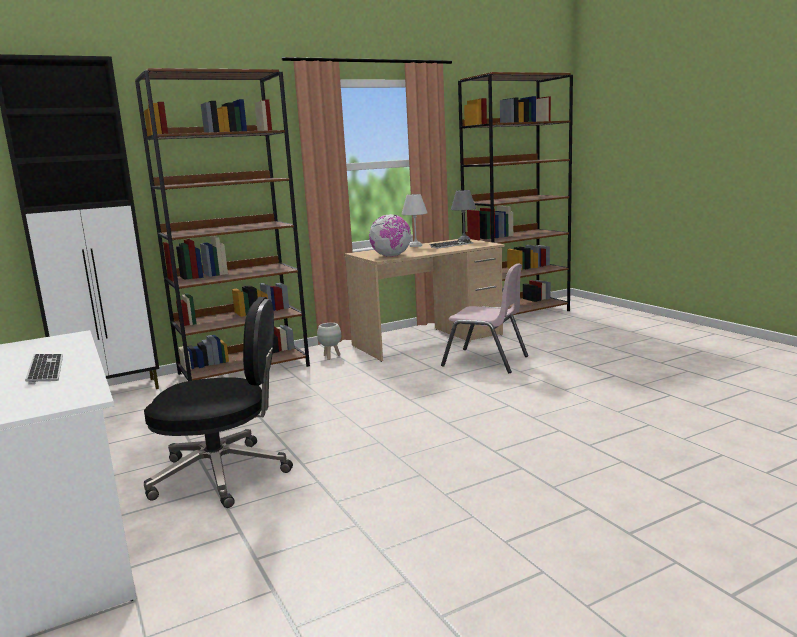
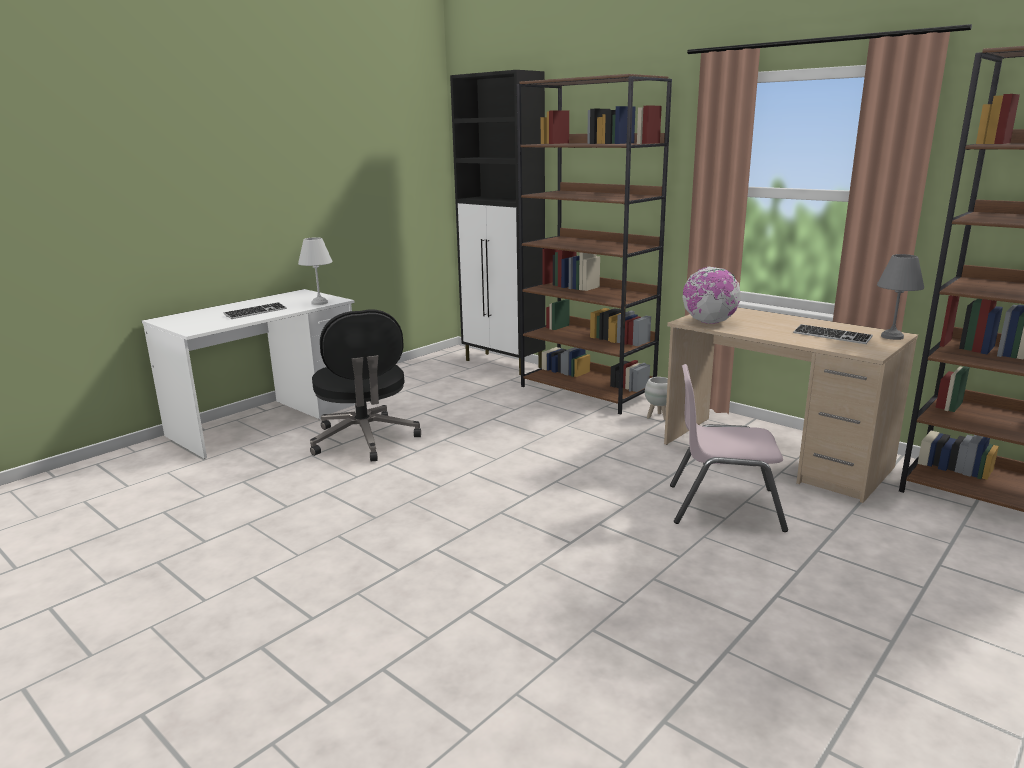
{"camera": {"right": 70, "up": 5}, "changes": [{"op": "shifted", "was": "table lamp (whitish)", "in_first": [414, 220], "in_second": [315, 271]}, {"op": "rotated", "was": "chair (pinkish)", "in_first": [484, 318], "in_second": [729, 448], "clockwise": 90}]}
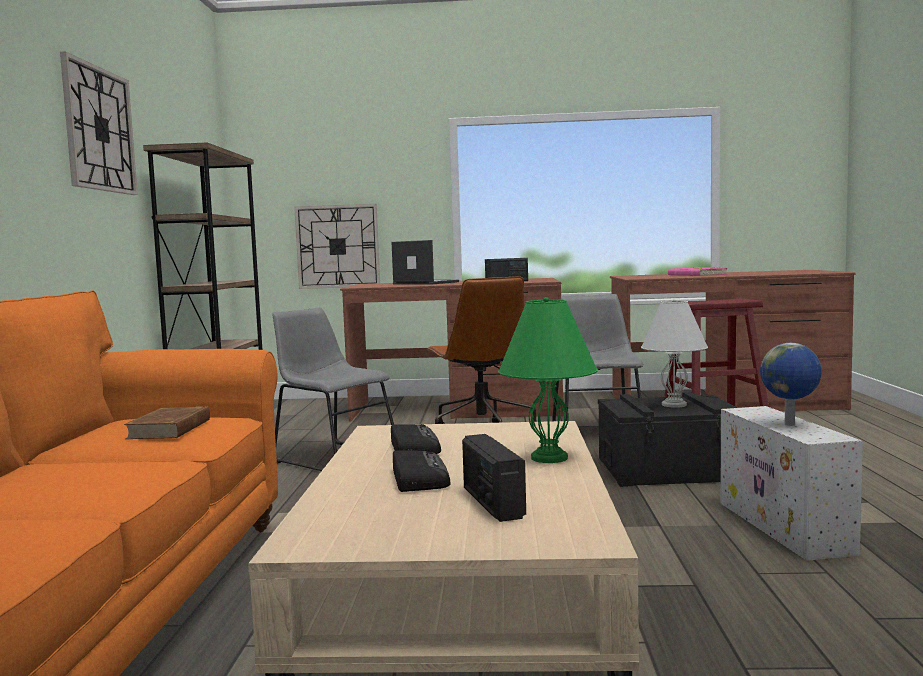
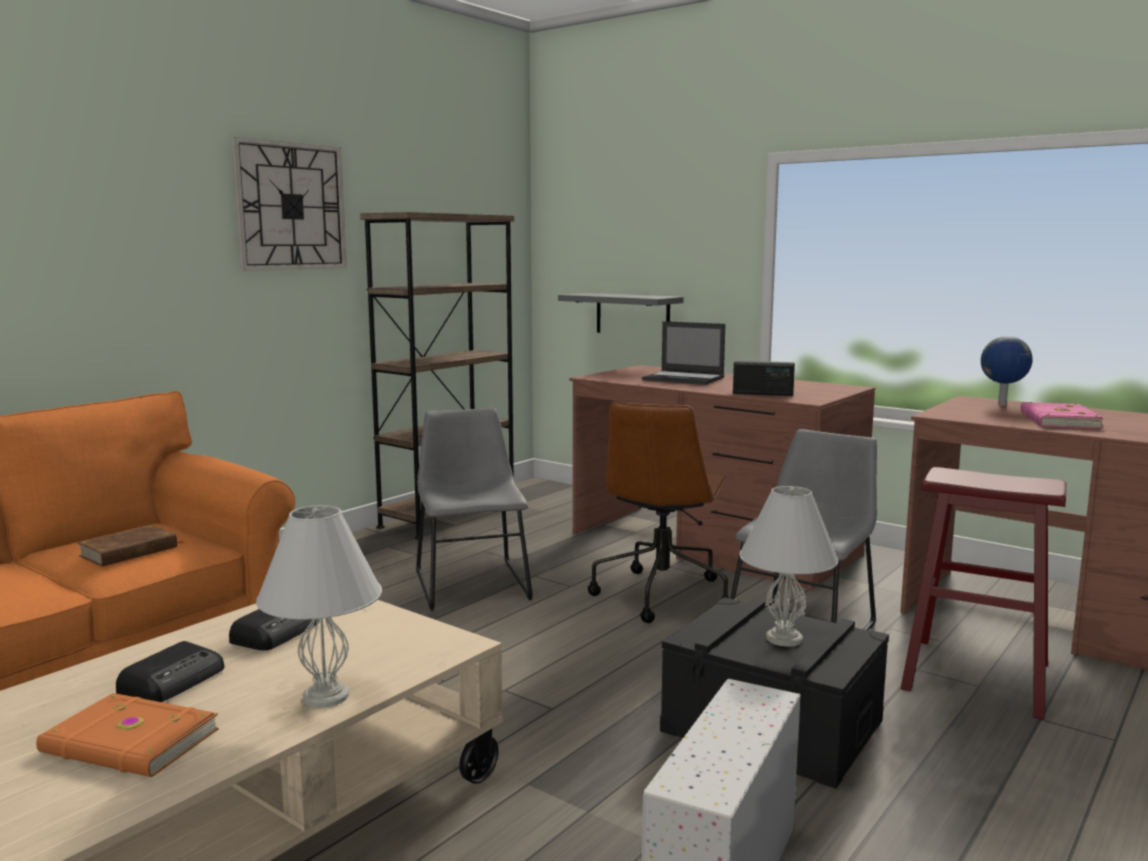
{"camera": {"right": 35, "up": 5}, "changes": [{"op": "swapped", "was": "radio", "now": "book (orangey)", "in_first": [494, 478], "in_second": [127, 735]}, {"op": "repainted", "was": "table lamp (green-coloured)", "now": "table lamp (whitish)", "in_first": [548, 380], "in_second": [319, 606]}, {"op": "swapped", "was": "wall clock", "now": "bracket shelf (gray)", "in_first": [337, 246], "in_second": [621, 313]}, {"op": "rotated", "was": "laptop", "in_first": [425, 262], "in_second": [684, 353], "clockwise": 135}, {"op": "shifted", "was": "desk globe", "in_first": [791, 384], "in_second": [1007, 371]}]}
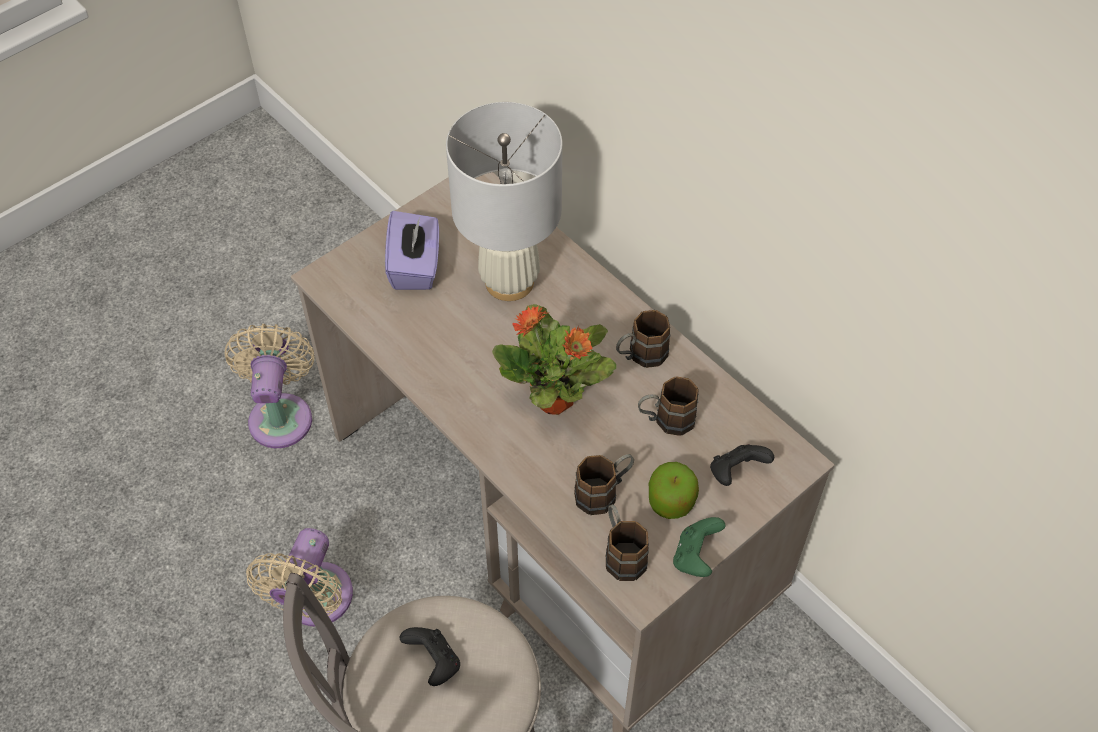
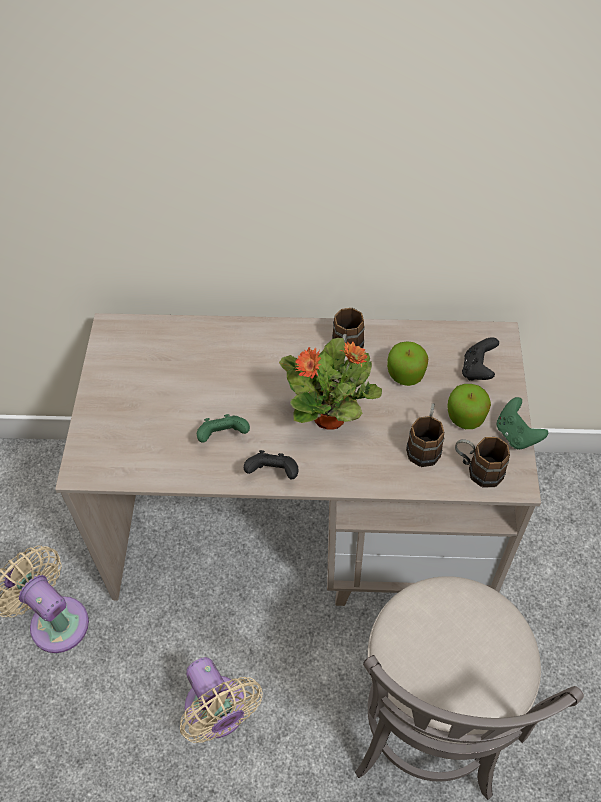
{"camera": {"right": -45, "up": 0}, "changes": [{"op": "new", "now": "gamepad (green-coloured)", "in_second": [223, 428]}, {"op": "shifted", "was": "gamepad (black-coloured)", "in_first": [430, 656], "in_second": [271, 464]}, {"op": "swapped", "was": "mug (brownish)", "now": "apple fruit", "in_first": [668, 406], "in_second": [407, 364]}, {"op": "gone", "was": "tissue box (purple-coloured)", "in_first": [412, 250]}, {"op": "gone", "was": "table lamp (whitish)", "in_first": [504, 201]}]}
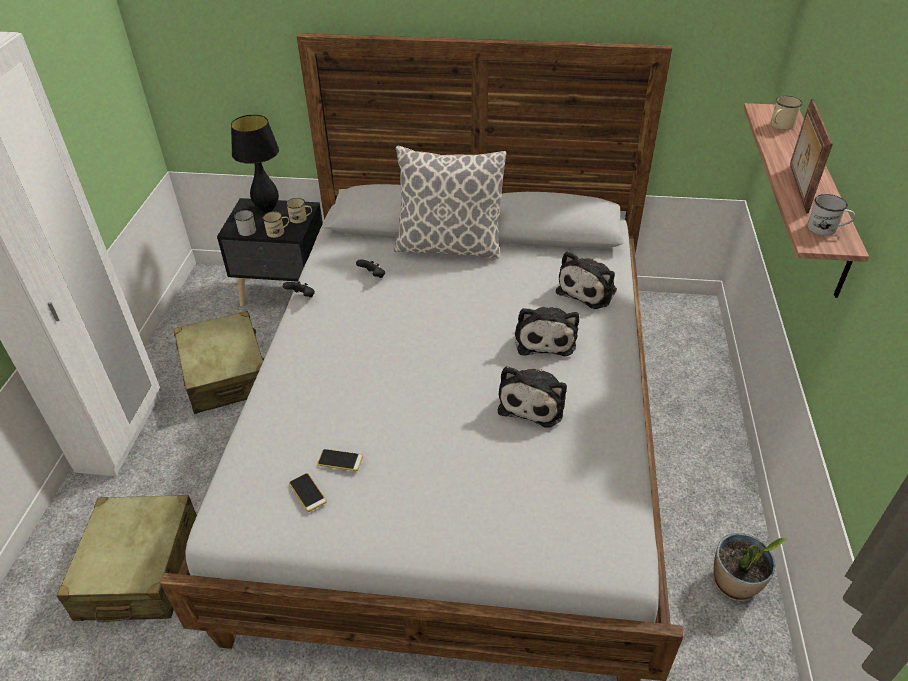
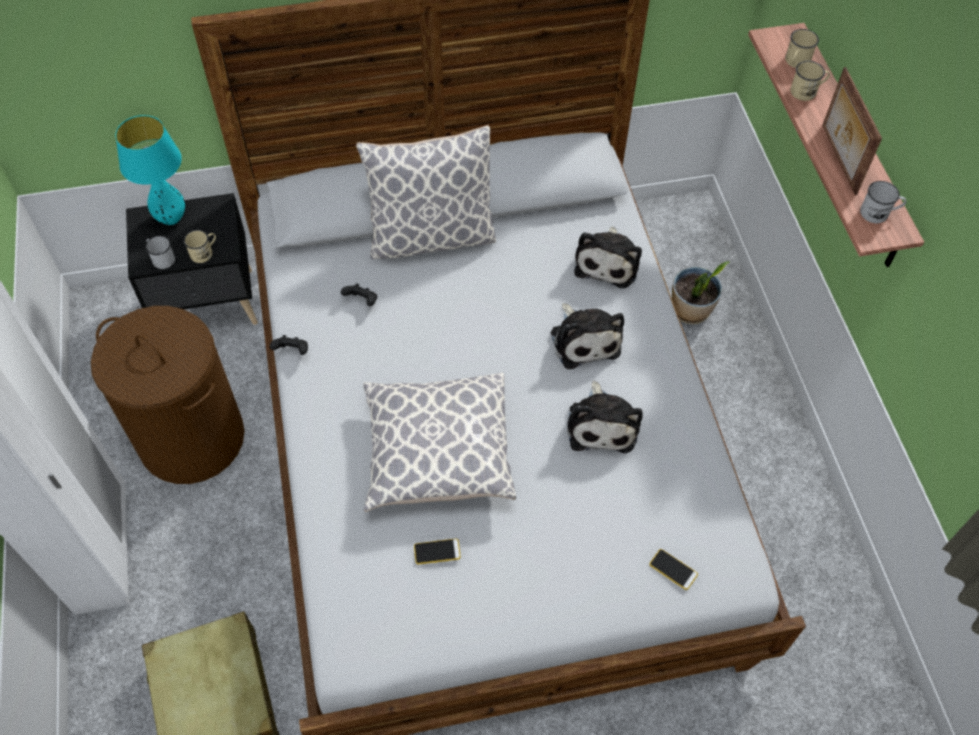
{"camera": {"right": -20, "up": 15}, "changes": [{"op": "swapped", "was": "travel case (sand-coloured)", "now": "hamper (brownish)", "in_first": [219, 362], "in_second": [168, 395]}, {"op": "repainted", "was": "table lamp (black-coloured)", "now": "table lamp (turquoise-coloured)", "in_first": [255, 163], "in_second": [150, 170]}, {"op": "new", "now": "pillow", "in_second": [439, 442]}, {"op": "shifted", "was": "phone", "in_first": [308, 492], "in_second": [673, 569]}, {"op": "shifted", "was": "houseplant", "in_first": [751, 567], "in_second": [700, 292]}, {"op": "shifted", "was": "mug (sand-coloured)", "in_first": [299, 210], "in_second": [810, 81]}]}
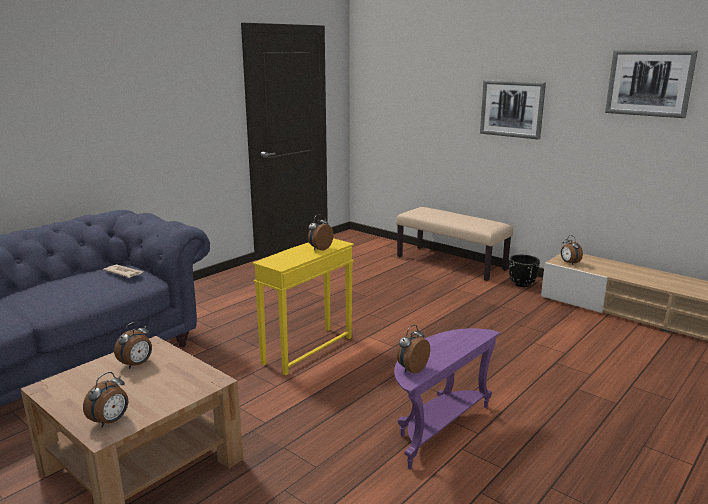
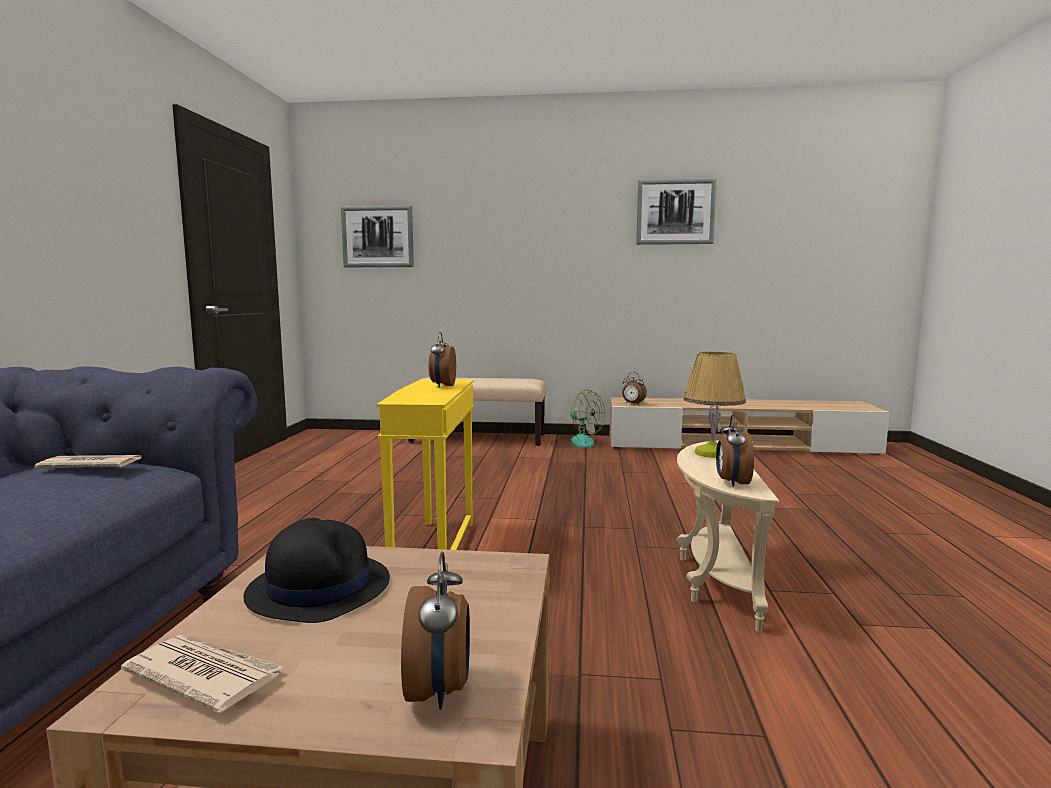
{"camera": {"right": -35, "up": -10}, "changes": [{"op": "new", "now": "newspaper", "in_second": [202, 674]}, {"op": "swapped", "was": "bedside clock", "now": "clothing hat (black-coloured)", "in_first": [133, 345], "in_second": [316, 570]}, {"op": "shifted", "was": "wall art", "in_first": [513, 110], "in_second": [377, 236]}, {"op": "swapped", "was": "planter (black-coloured)", "now": "cooling fan", "in_first": [524, 271], "in_second": [578, 419]}, {"op": "repainted", "was": "side table (purple-coloured)", "now": "side table (sand-coloured)", "in_first": [447, 398], "in_second": [728, 536]}, {"op": "new", "now": "table lamp", "in_second": [714, 404]}]}
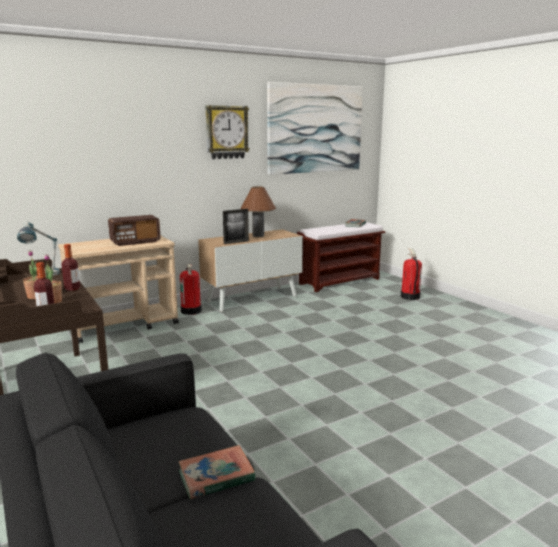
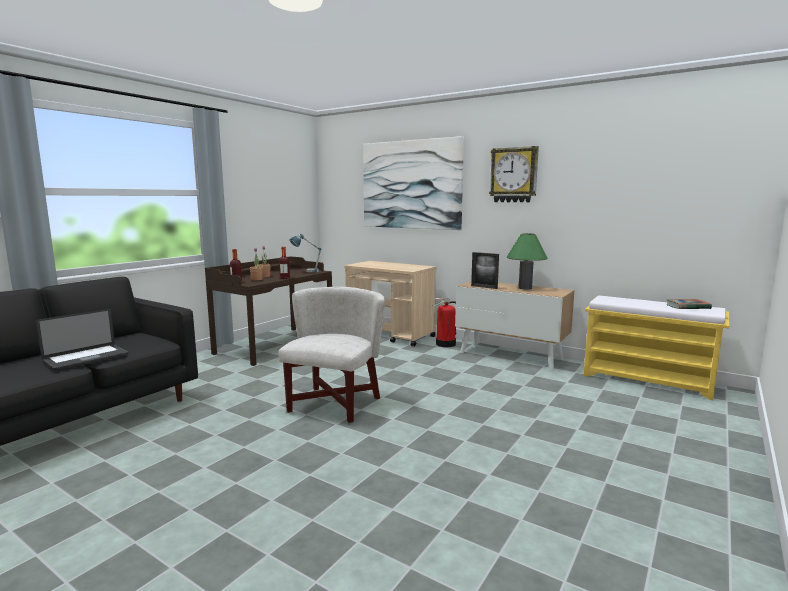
{"camera": {"right": 65, "up": -5}, "changes": [{"op": "swapped", "was": "book", "now": "laptop", "in_first": [216, 472], "in_second": [82, 340]}, {"op": "new", "now": "armchair (whitish)", "in_second": [331, 355]}, {"op": "shifted", "was": "wall art", "in_first": [315, 128], "in_second": [413, 183]}, {"op": "repainted", "was": "table lamp (brownish)", "now": "table lamp (green-coloured)", "in_first": [258, 211], "in_second": [527, 261]}, {"op": "repainted", "was": "long seat (brownish)", "now": "long seat (yellow)", "in_first": [341, 257], "in_second": [656, 347]}, {"op": "gone", "was": "radio", "in_first": [134, 230]}, {"op": "gone", "was": "extinguisher", "in_first": [411, 274]}]}
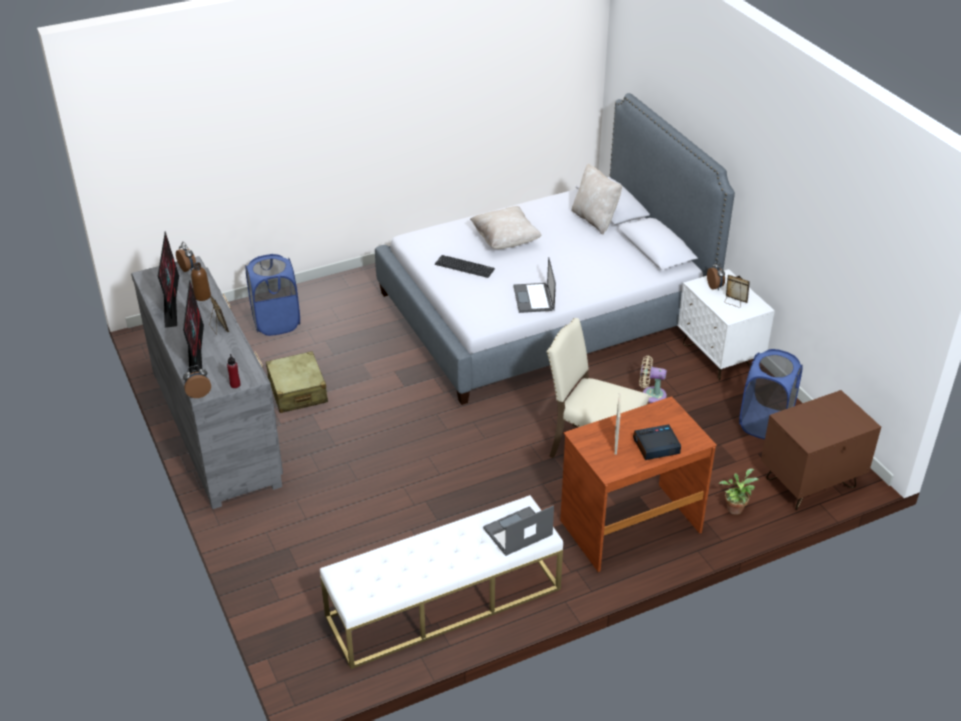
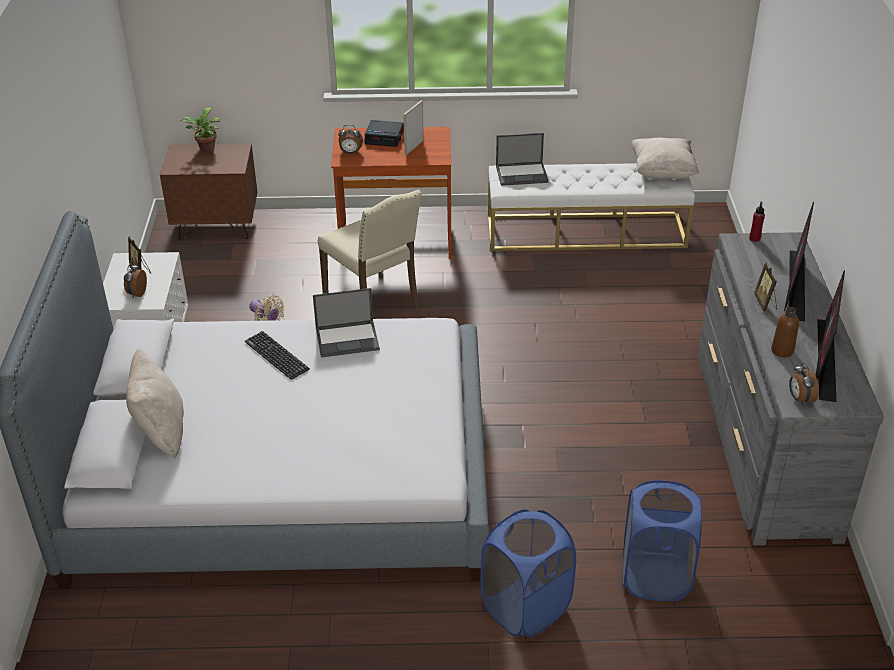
{"camera": {"right": -155, "up": 0}, "changes": [{"op": "shifted", "was": "houseplant", "in_first": [738, 491], "in_second": [200, 129]}, {"op": "shifted", "was": "PC keyboard", "in_first": [465, 266], "in_second": [277, 355]}, {"op": "rotated", "was": "laptop", "in_first": [534, 285], "in_second": [346, 323], "clockwise": 60}, {"op": "shifted", "was": "bedside clock", "in_first": [197, 382], "in_second": [350, 139]}, {"op": "shifted", "was": "hamper (bluish)", "in_first": [771, 394], "in_second": [528, 573]}, {"op": "shifted", "was": "pillow (sand-coloured)", "in_first": [506, 227], "in_second": [665, 158]}, {"op": "gone", "was": "travel case (sand-coloured)", "in_first": [297, 382]}]}
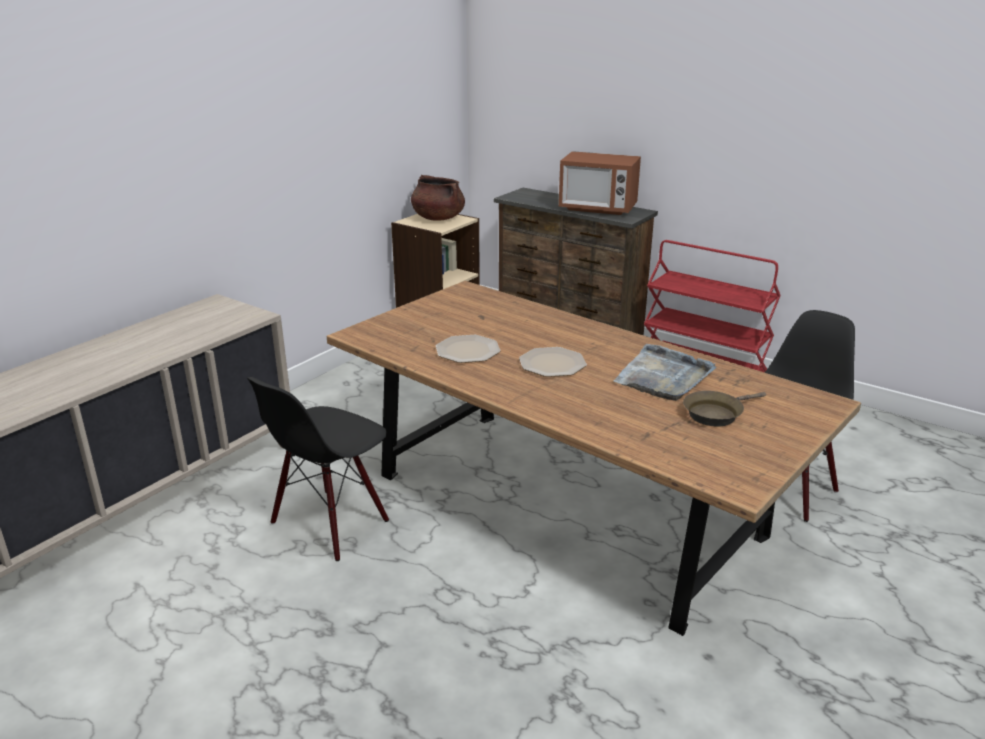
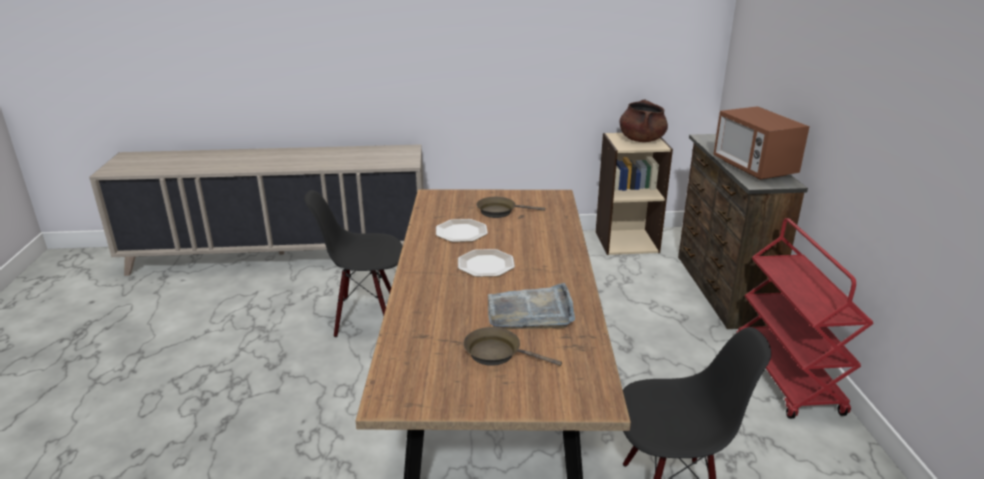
{"camera": {"right": 50, "up": 0}, "changes": [{"op": "new", "now": "skillet (brownish)", "in_second": [510, 207]}]}
